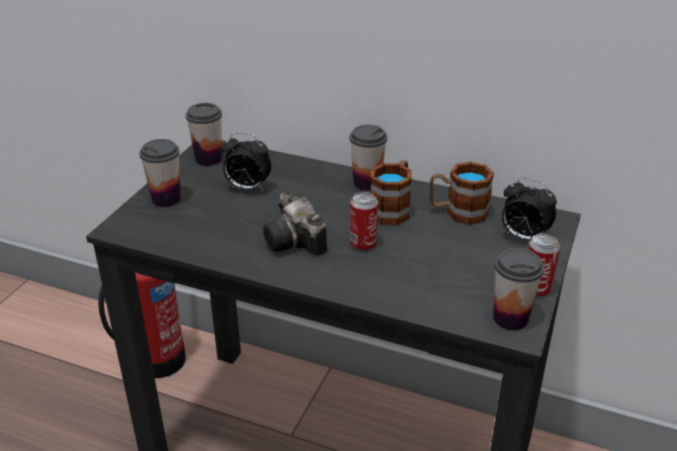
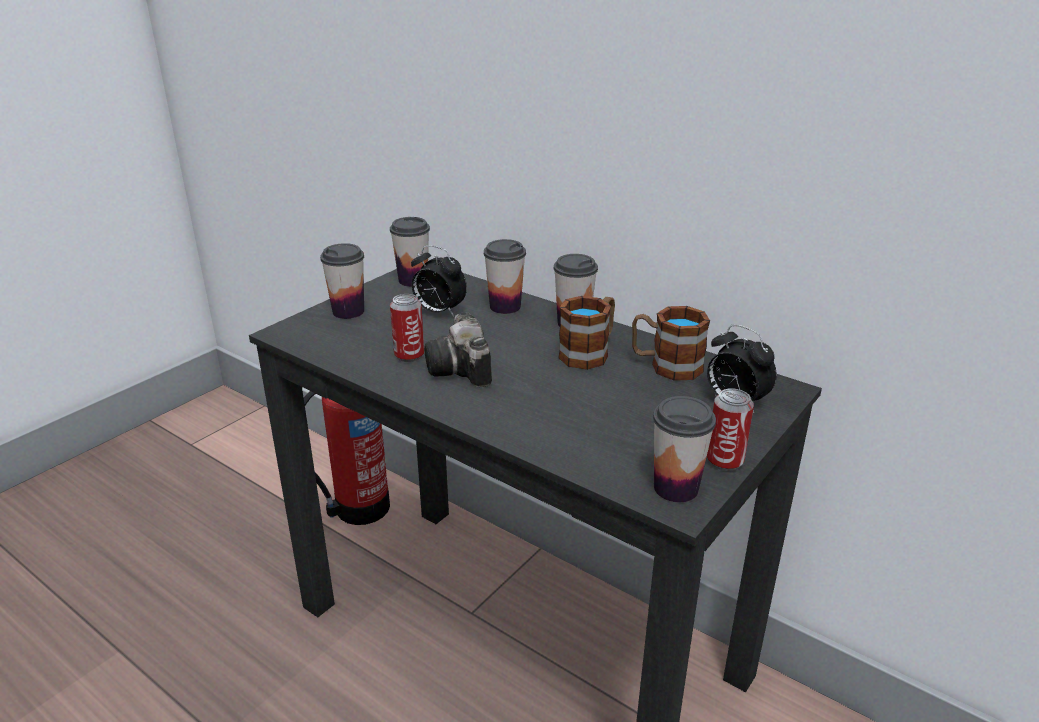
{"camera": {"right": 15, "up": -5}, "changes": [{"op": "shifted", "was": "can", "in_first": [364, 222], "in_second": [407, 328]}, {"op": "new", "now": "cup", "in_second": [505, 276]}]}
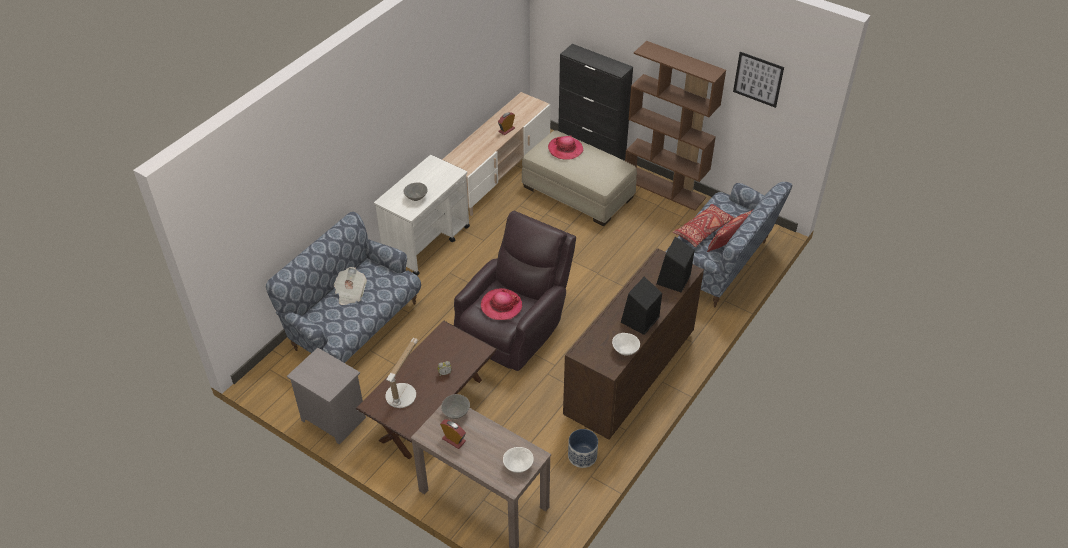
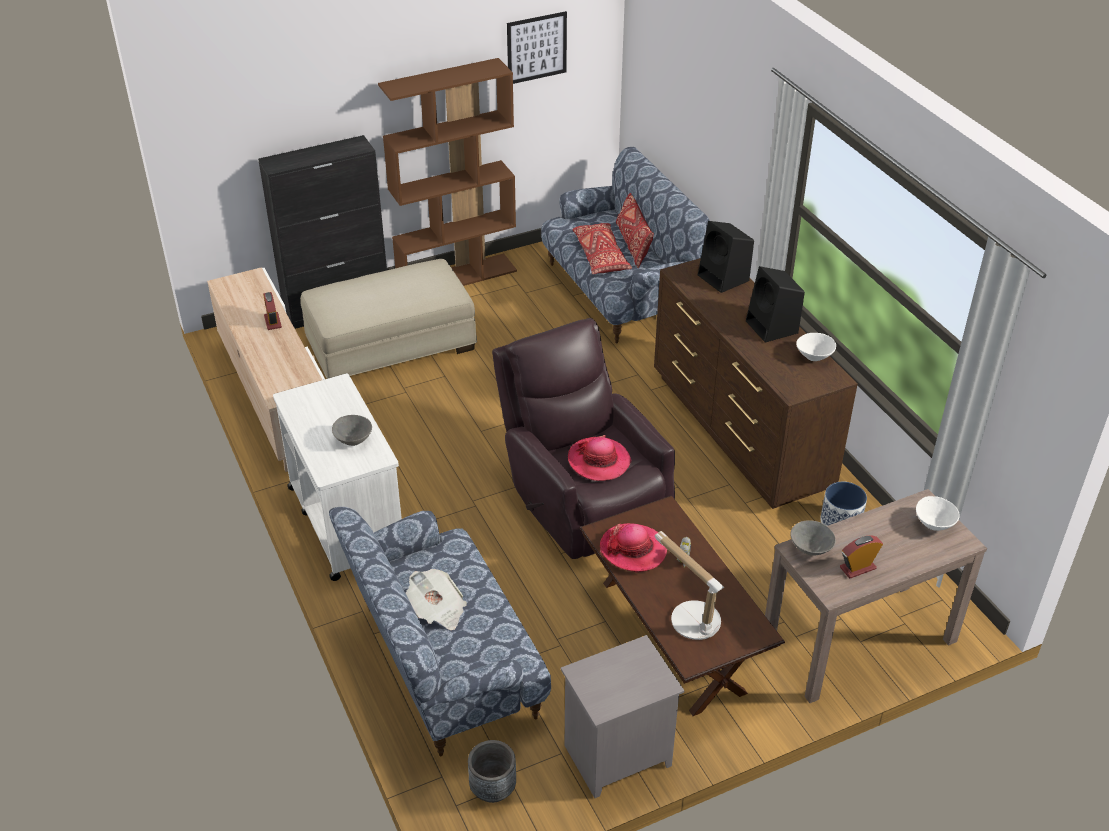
{"camera": {"right": -60, "up": -5}, "changes": [{"op": "new", "now": "planter (gray)", "in_second": [492, 771]}, {"op": "shifted", "was": "clothing hat", "in_first": [565, 148], "in_second": [633, 547]}]}
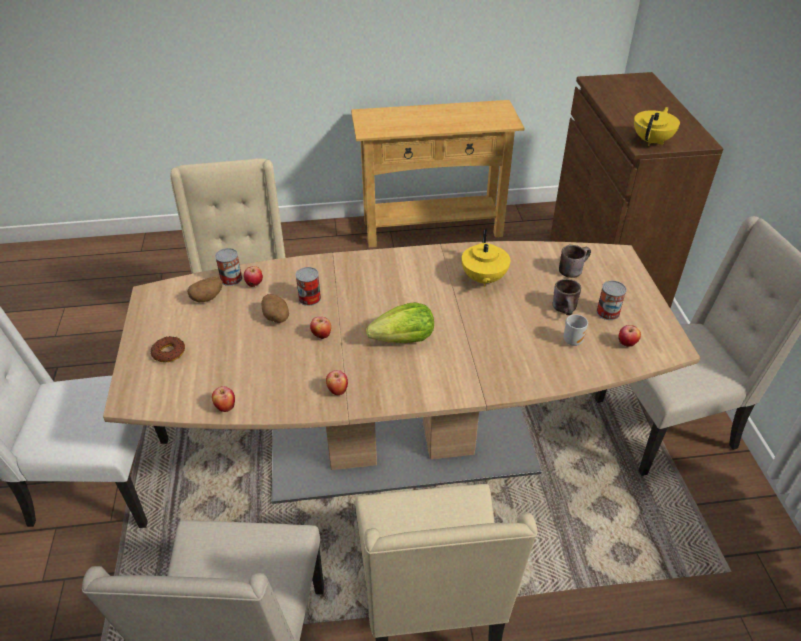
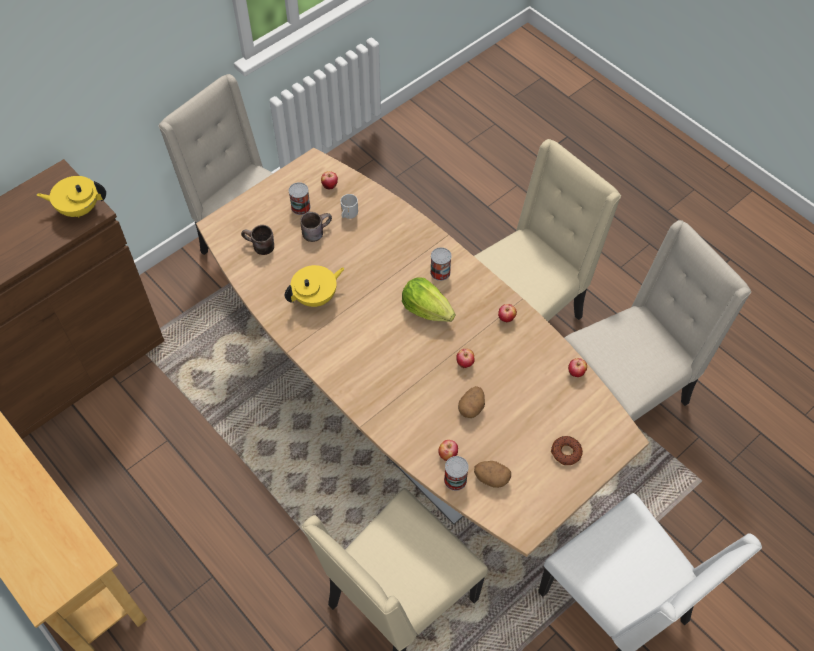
{"camera": {"right": -125, "up": 15}, "changes": [{"op": "shifted", "was": "can", "in_first": [308, 286], "in_second": [441, 264]}]}
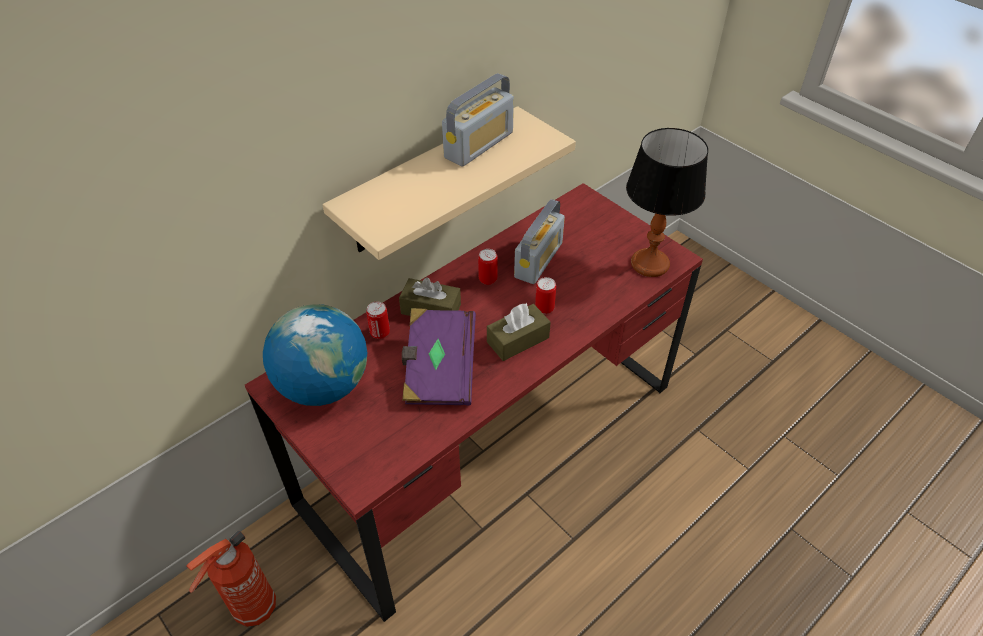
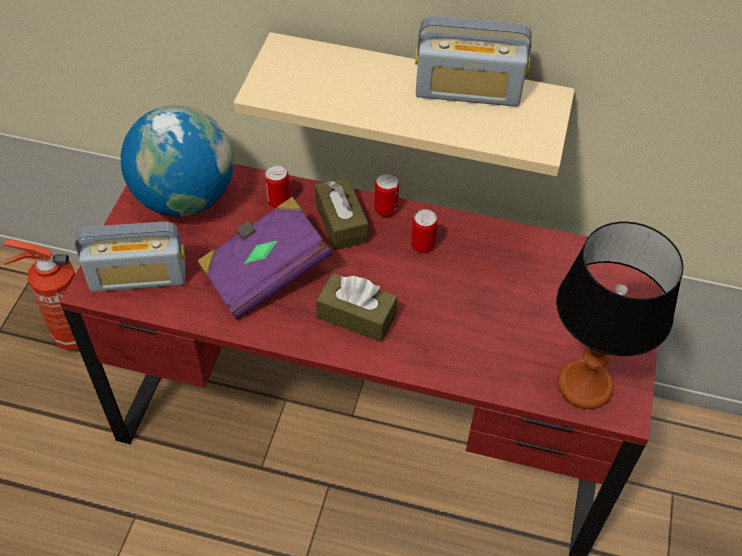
{"camera": {"right": 55, "up": 5}, "changes": [{"op": "shifted", "was": "radio", "in_first": [539, 241], "in_second": [130, 257]}, {"op": "shifted", "was": "can", "in_first": [545, 295], "in_second": [386, 195]}]}
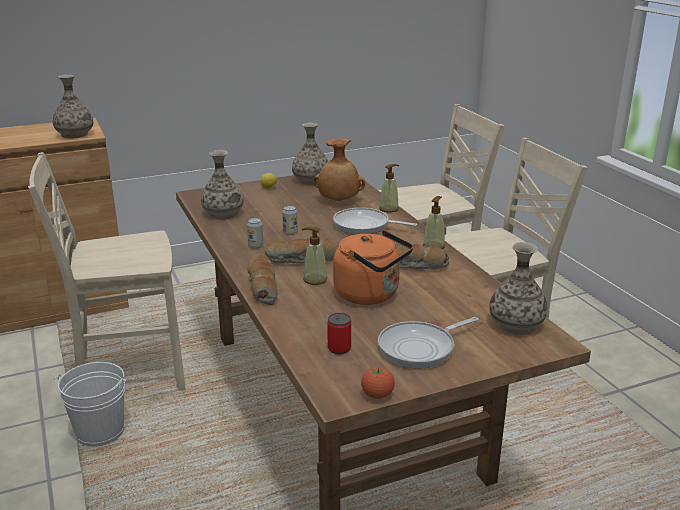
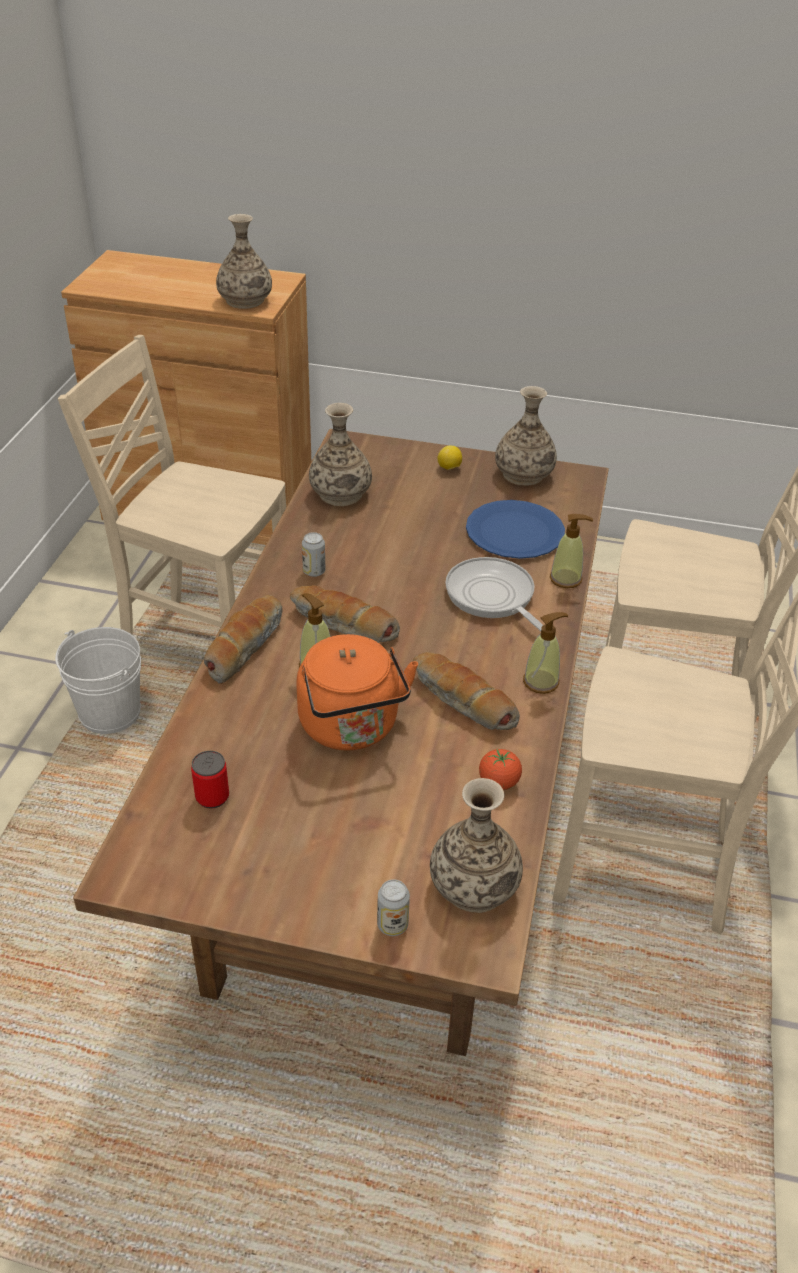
{"camera": {"right": 35, "up": 15}, "changes": [{"op": "shifted", "was": "can", "in_first": [290, 220], "in_second": [393, 907]}, {"op": "swapped", "was": "vase (brownish)", "now": "flat dish (bluish)", "in_first": [339, 169], "in_second": [515, 529]}, {"op": "shifted", "was": "fresh tomato", "in_first": [378, 383], "in_second": [500, 769]}, {"op": "gone", "was": "skillet", "in_first": [428, 343]}]}
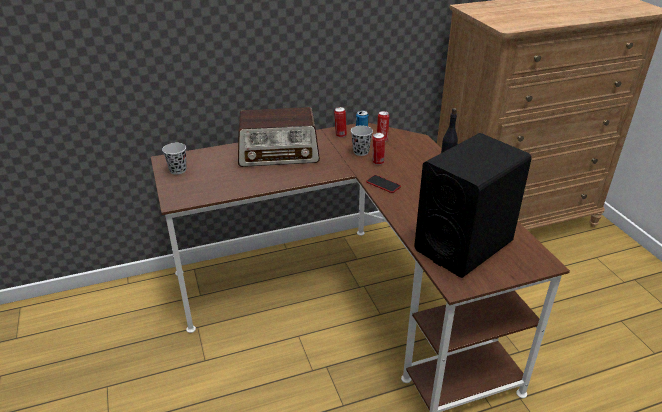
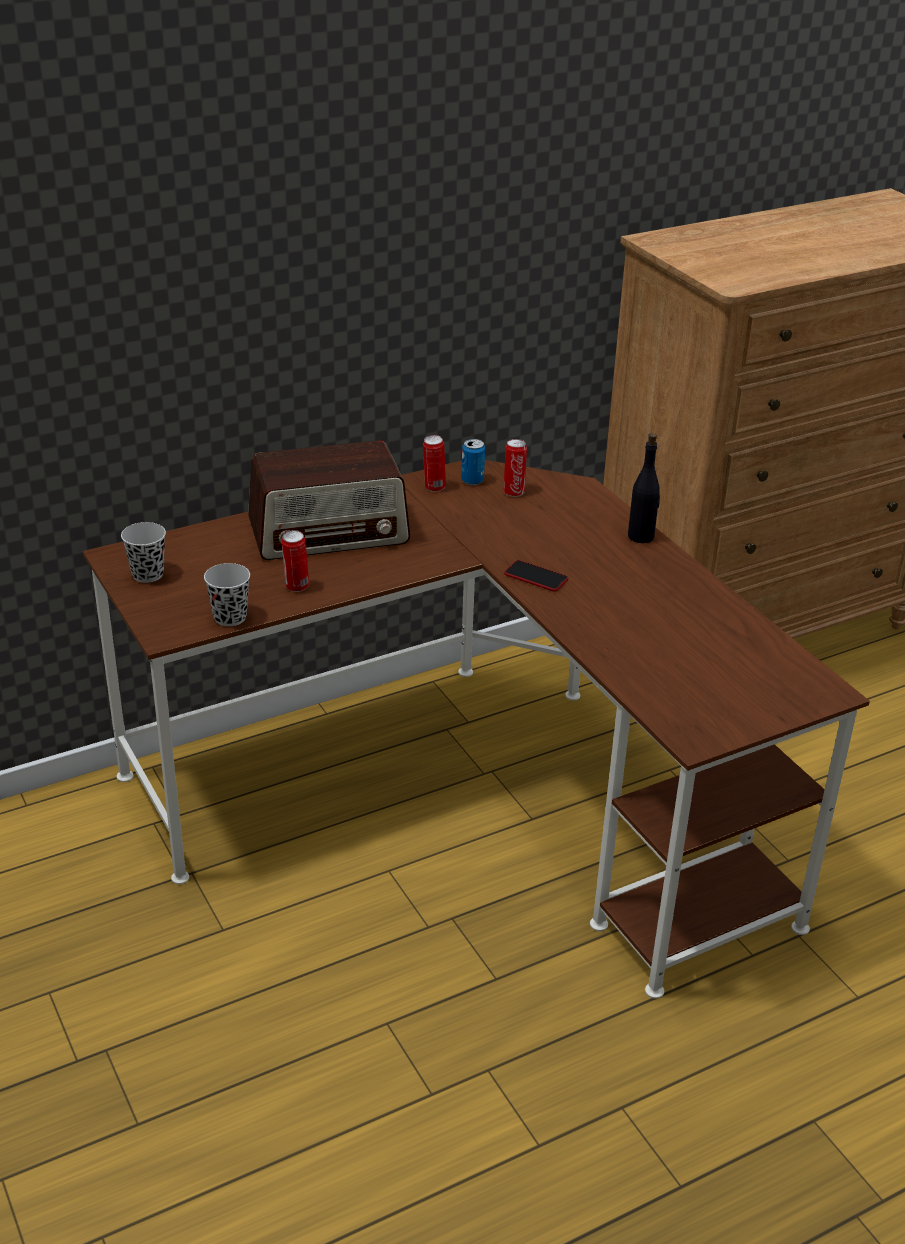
{"camera": {"right": -10, "up": 0}, "changes": [{"op": "shifted", "was": "cup (black-coloured)", "in_first": [362, 141], "in_second": [227, 594]}, {"op": "shifted", "was": "can", "in_first": [379, 149], "in_second": [295, 561]}, {"op": "gone", "was": "speaker (black-coloured)", "in_first": [473, 205]}]}
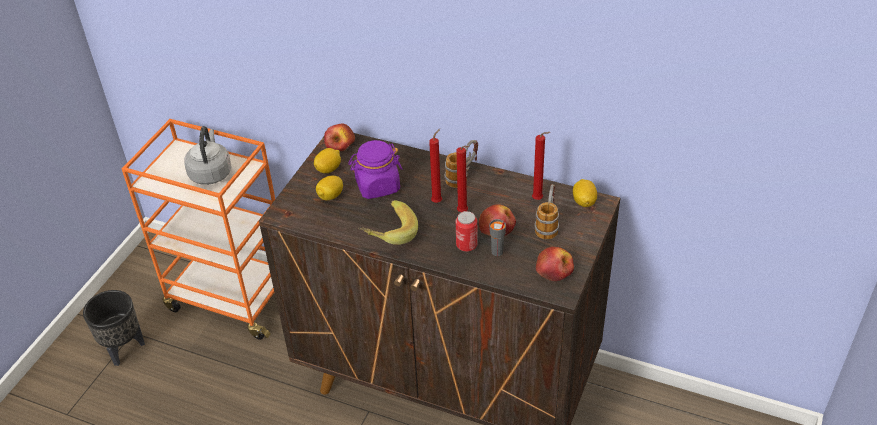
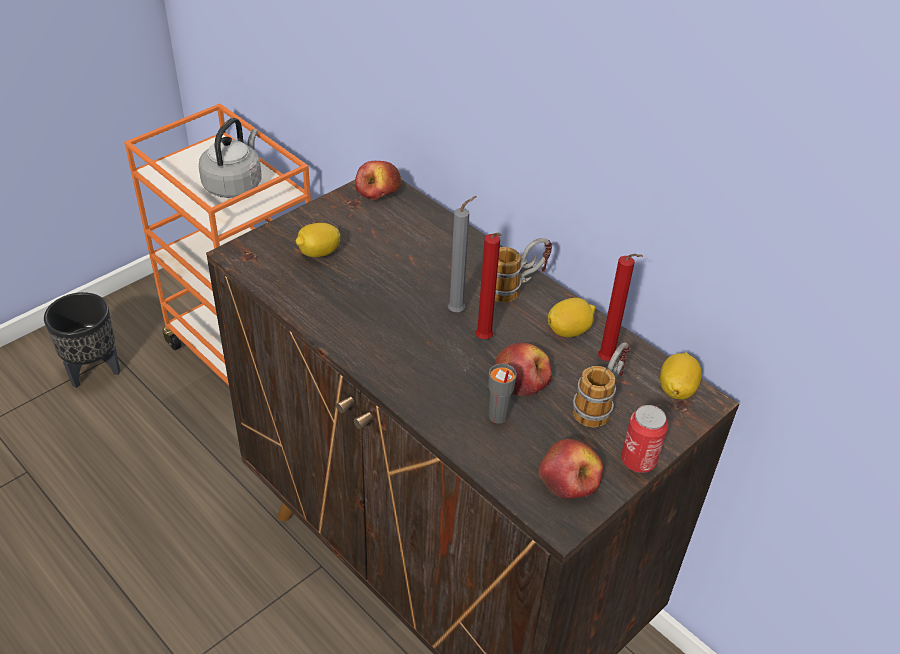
{"camera": {"right": 20, "up": 0}, "changes": [{"op": "repainted", "was": "candle (reddish)", "now": "candle (gray)", "in_first": [435, 165], "in_second": [462, 254]}, {"op": "shifted", "was": "lemon", "in_first": [327, 160], "in_second": [572, 317]}, {"op": "shifted", "was": "can", "in_first": [466, 231], "in_second": [644, 439]}, {"op": "gone", "was": "jar (purple-coloured)", "in_first": [375, 169]}, {"op": "gone", "was": "banana", "in_first": [388, 222]}]}
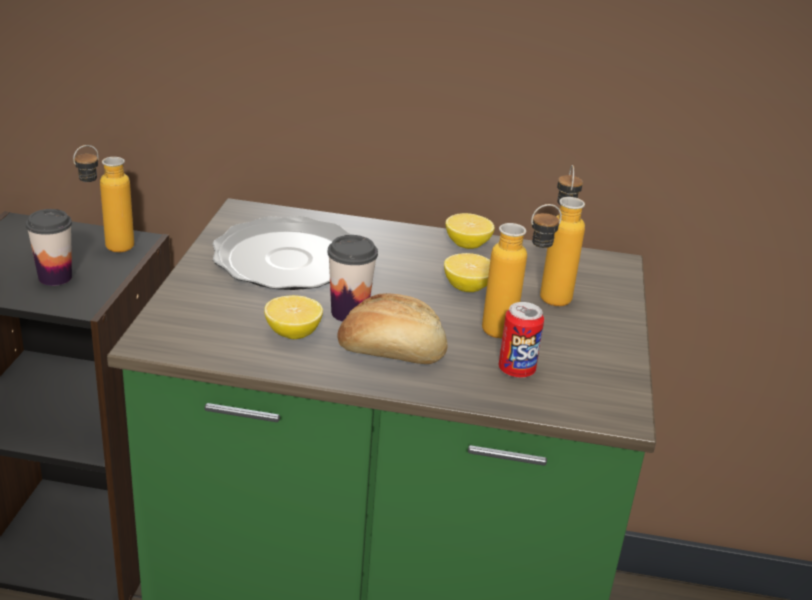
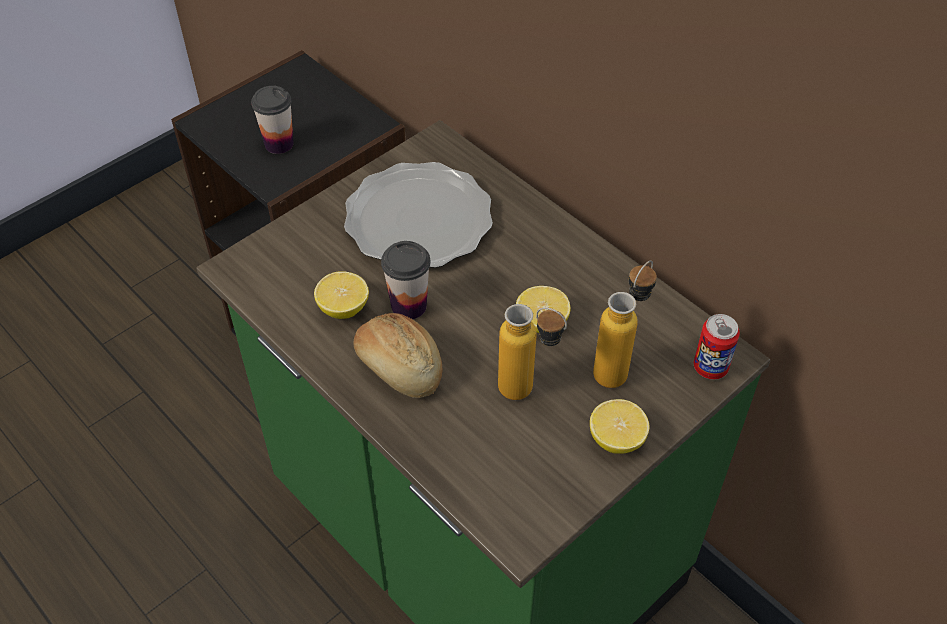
{"camera": {"right": 40, "up": 20}, "changes": [{"op": "shifted", "was": "lemon", "in_first": [470, 231], "in_second": [619, 426]}, {"op": "shifted", "was": "can", "in_first": [521, 340], "in_second": [717, 346]}, {"op": "gone", "was": "beverage bottle", "in_first": [103, 198]}]}
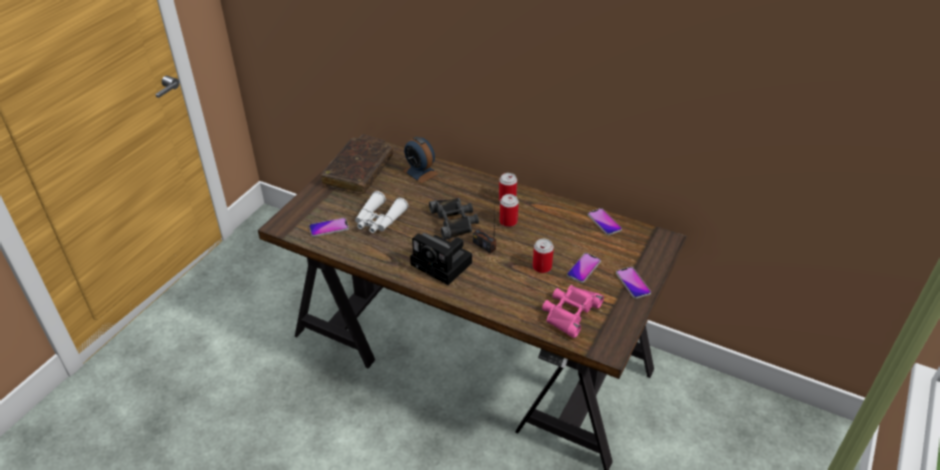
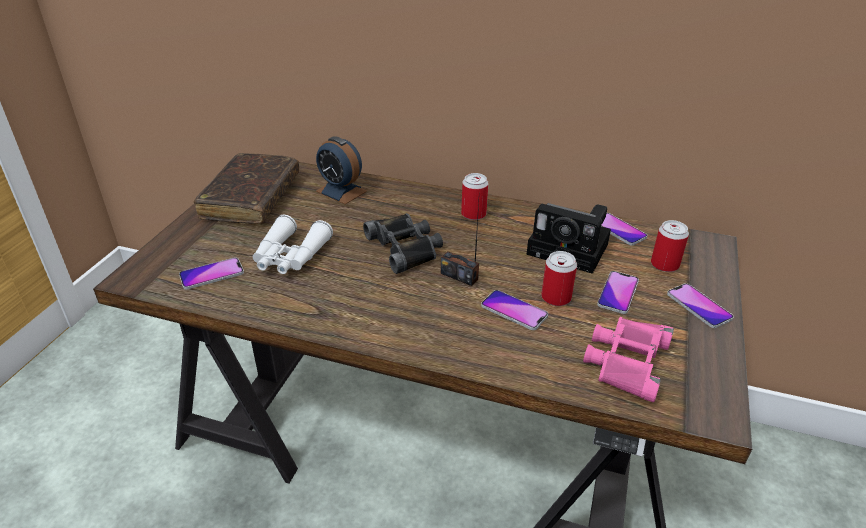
{"camera": {"right": -10, "up": -5}, "changes": [{"op": "new", "now": "phone", "in_second": [514, 310]}, {"op": "shifted", "was": "photo camera", "in_first": [441, 259], "in_second": [569, 238]}, {"op": "shifted", "was": "can", "in_first": [509, 210], "in_second": [670, 246]}]}
